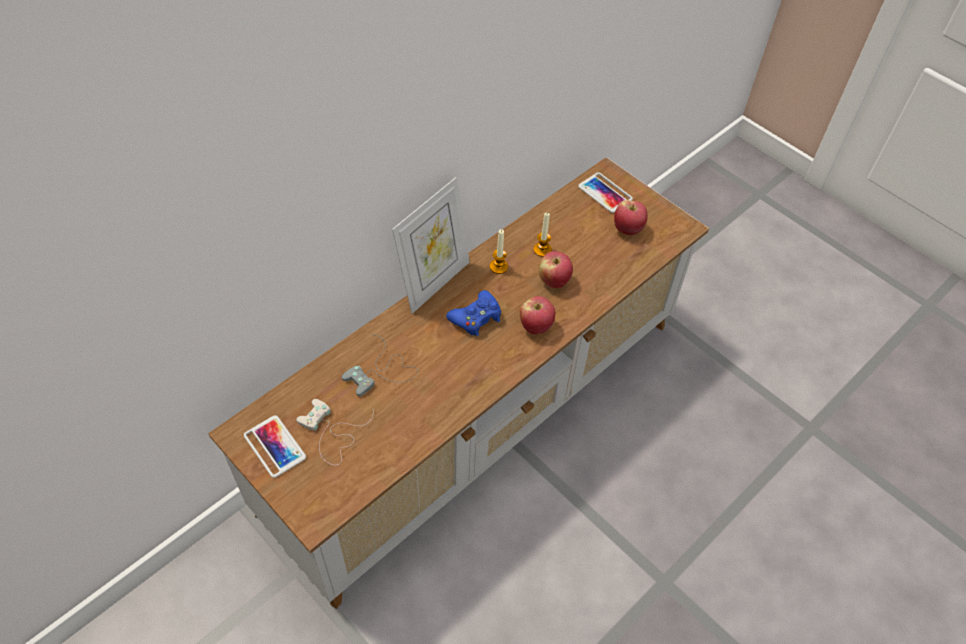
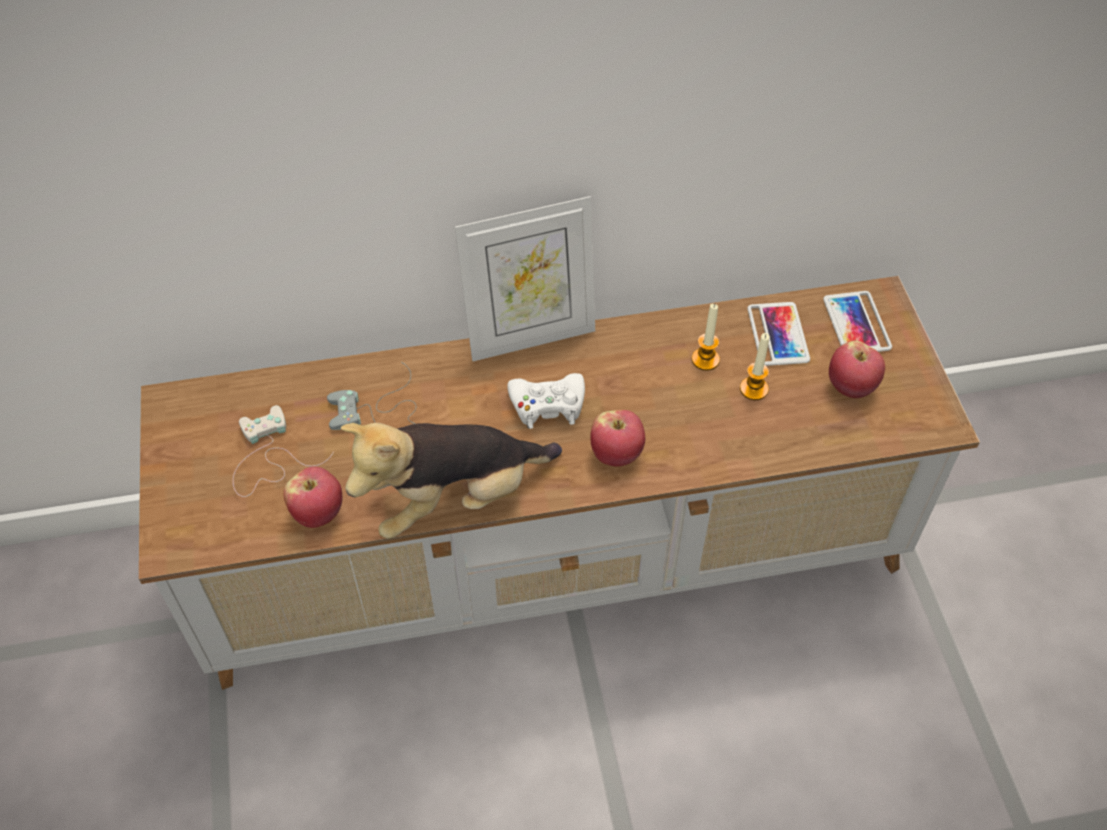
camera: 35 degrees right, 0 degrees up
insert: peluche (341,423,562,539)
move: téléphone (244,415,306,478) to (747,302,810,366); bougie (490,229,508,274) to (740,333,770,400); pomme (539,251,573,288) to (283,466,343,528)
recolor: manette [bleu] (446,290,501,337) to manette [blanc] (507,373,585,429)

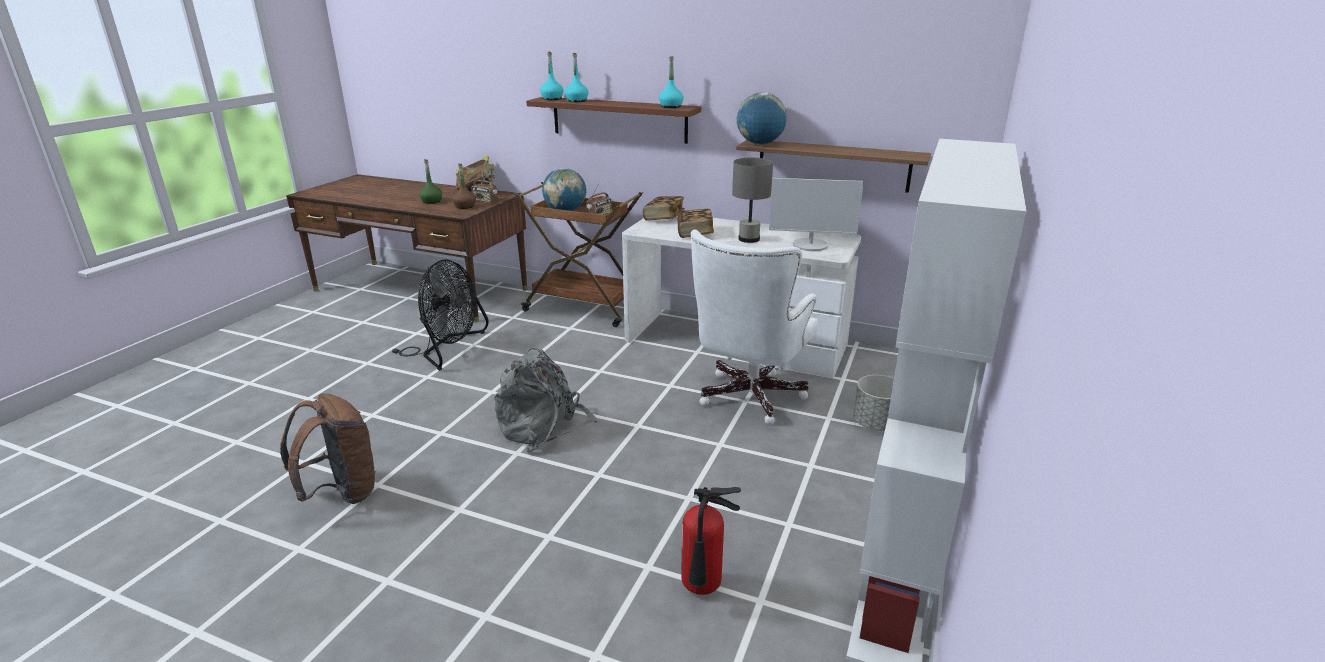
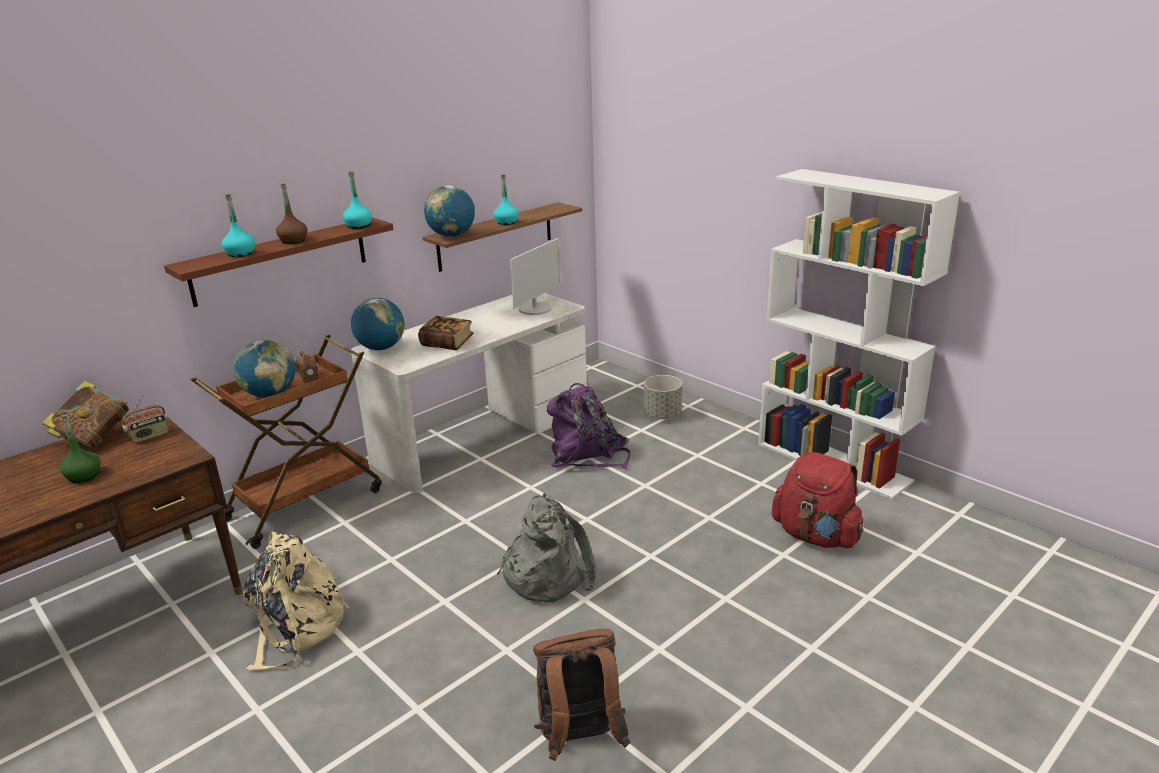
camera: 65 degrees left, 0 degrees up
delete: lampe de table [gris] (732,158,773,243)
move: bouteille [marron] (453,164,476,209) to (276,184,308,244); bouteille [turquoise] (540,52,564,100) to (493,175,519,225)
replace: ventilateur [noir] (392,260,489,371) to sac à dos [beige] (243,531,350,670); livre (643,196,685,221) to globe (351,298,404,350); extincteur (681,487,741,595) to sac à dos [rouge] (772,452,864,548); chaise de bureau [blanc] (691,229,818,425) to sac à dos [violet] (547,383,630,469)

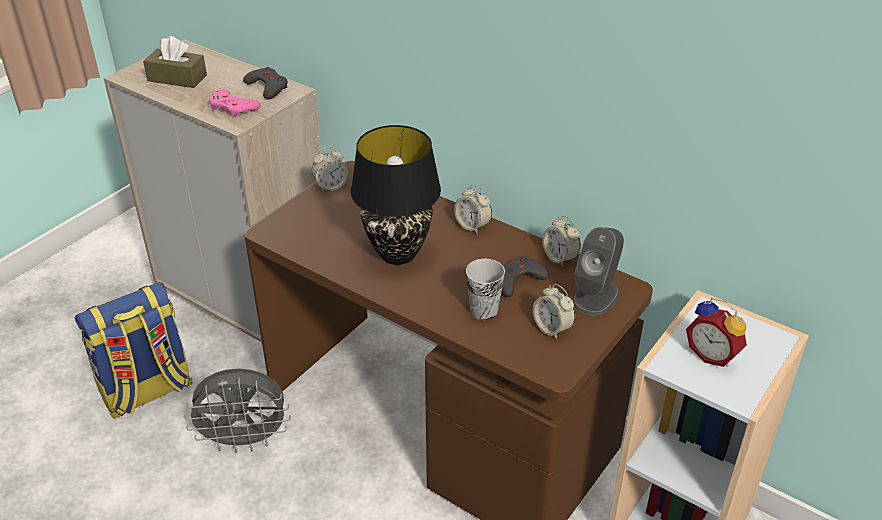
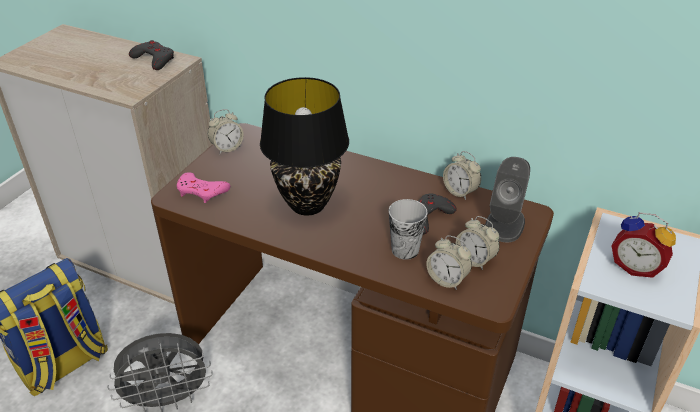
camera: 10 degrees left, 0 degrees up
delete: boîte à mouchoirs [marron] (143,36,207,88)
move: manette [rose] (209,90,261,118) to (177,172,230,203); réveil (454,185,492,234) to (426,235,472,290)

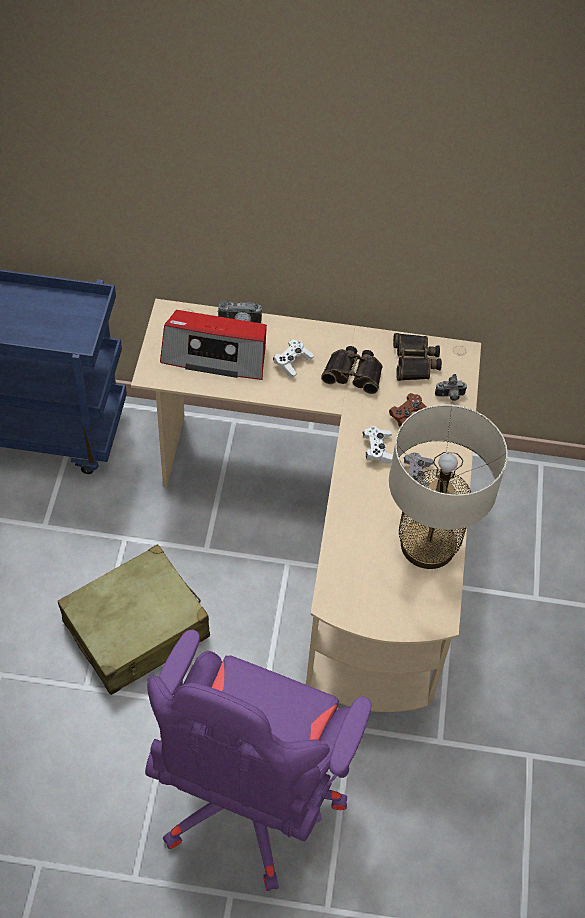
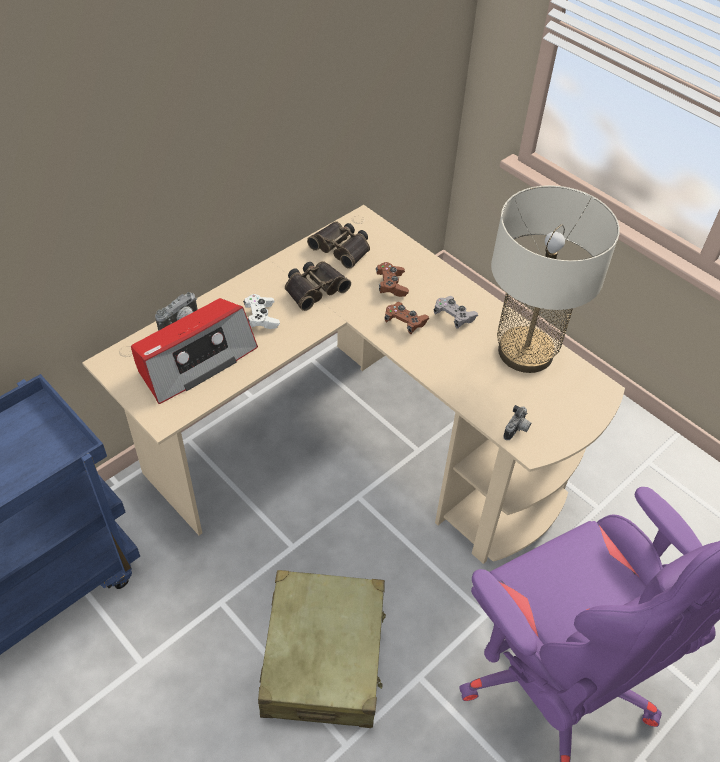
camera: 50 degrees left, 5 degrees down
move: appareil photo (435,374,467,401) to (503,405,531,440)
recolor: manette [blanc] (362,426,393,464) to manette [marron] (384,302,429,334)

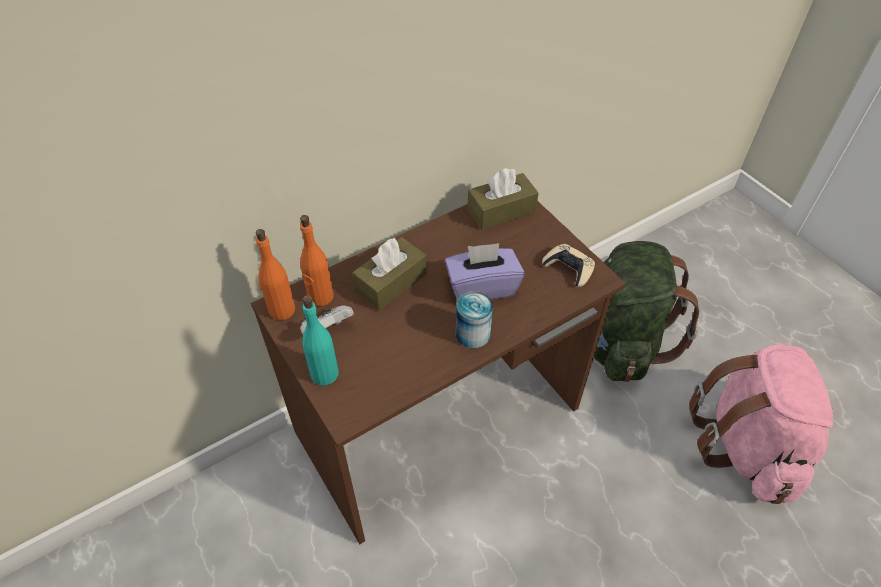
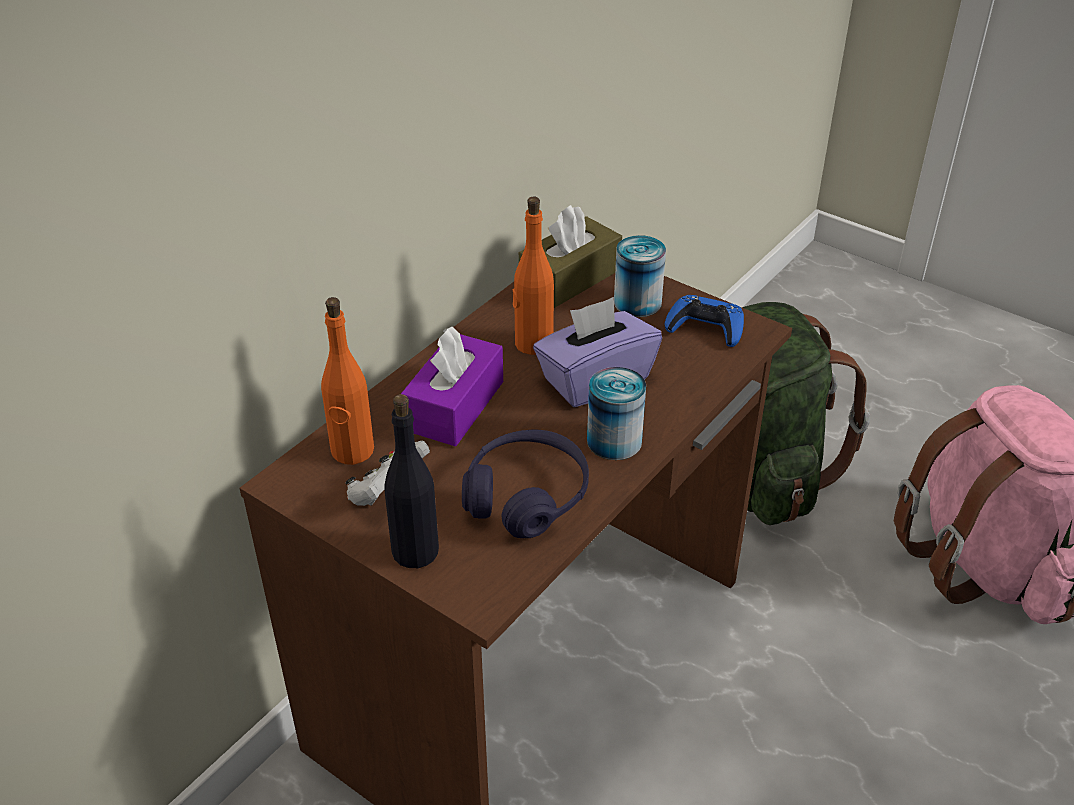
camera: 20 degrees left, 10 degrees down
insert: casque audio [violet] (462,430,589,538); boîte métallique (614,235,666,317)
move: bouteille [orange] (256,229,295,320) to (513,196,554,355)
recolor: bouteille [turquoise] (302,295,339,385) to bouteille [noir] (384,394,439,568); boîte à mouchoirs [marron] (352,237,427,311) to boîte à mouchoirs [violet] (401,327,503,447); manette [beige] (542,244,595,287) to manette [bleu] (665,295,744,347)

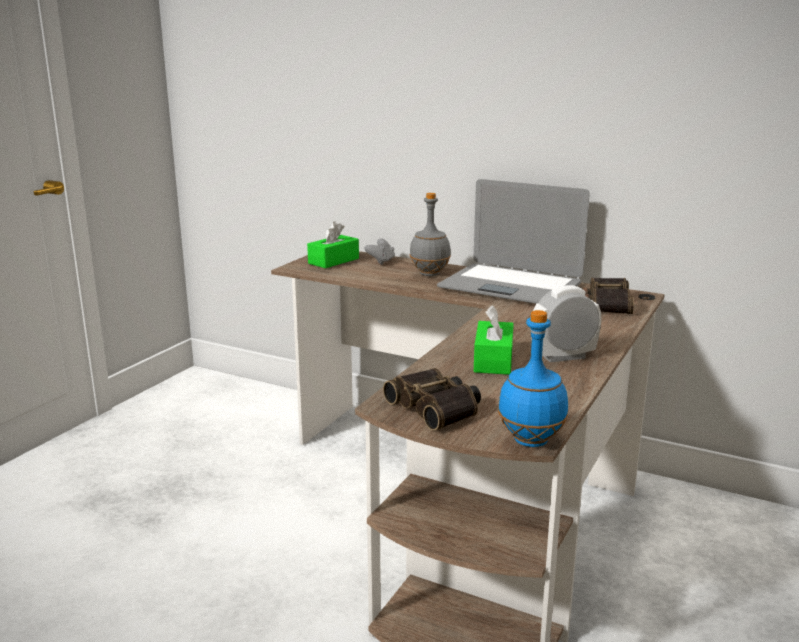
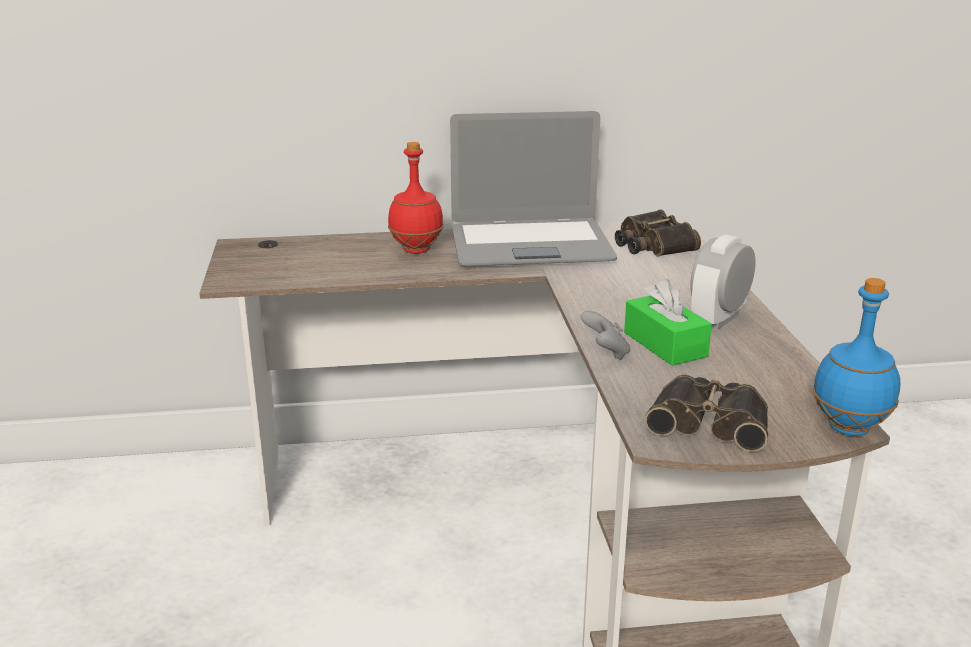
camera: 35 degrees left, 5 degrees up
delete: boîte à mouchoirs [vert] (307,221,359,268)
move: manette [gris] (365,238,395,265) to (581,311,630,360)
recolor: bouteille [gris] (410,193,451,276) to bouteille [rouge] (388,142,443,254)

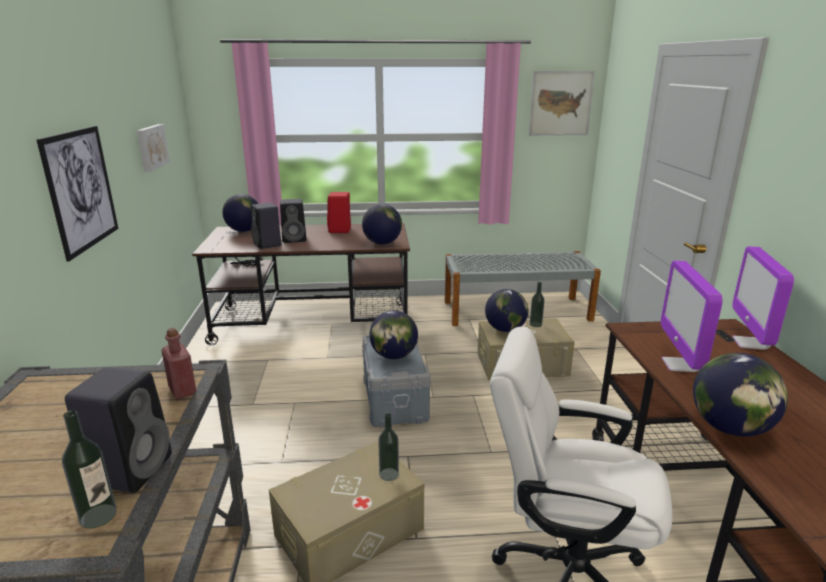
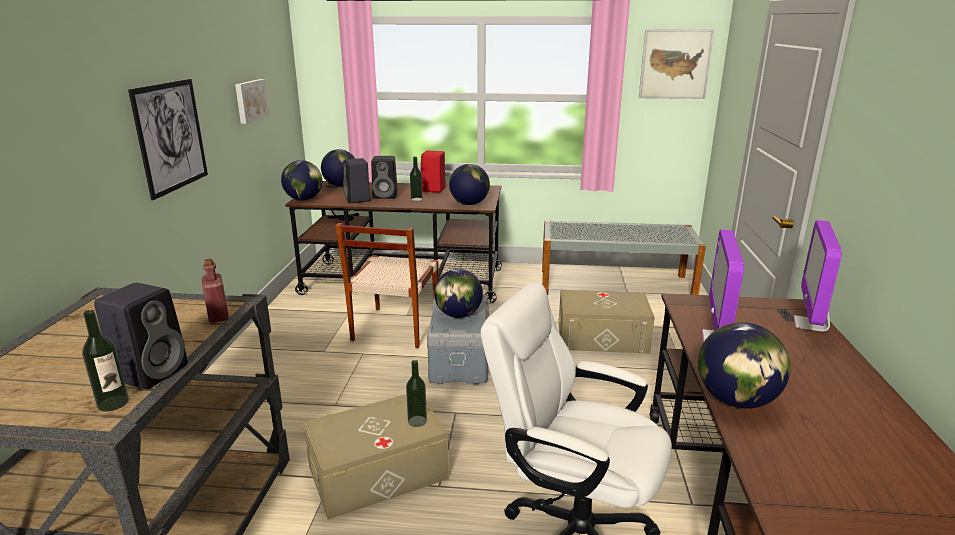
camera: 10 degrees right, 0 degrees up
insert: chaise (335,223,438,348)
move: globe (485,289,528,332) to (281,160,322,200); bouteille (530,282,545,327) to (410,157,423,201)

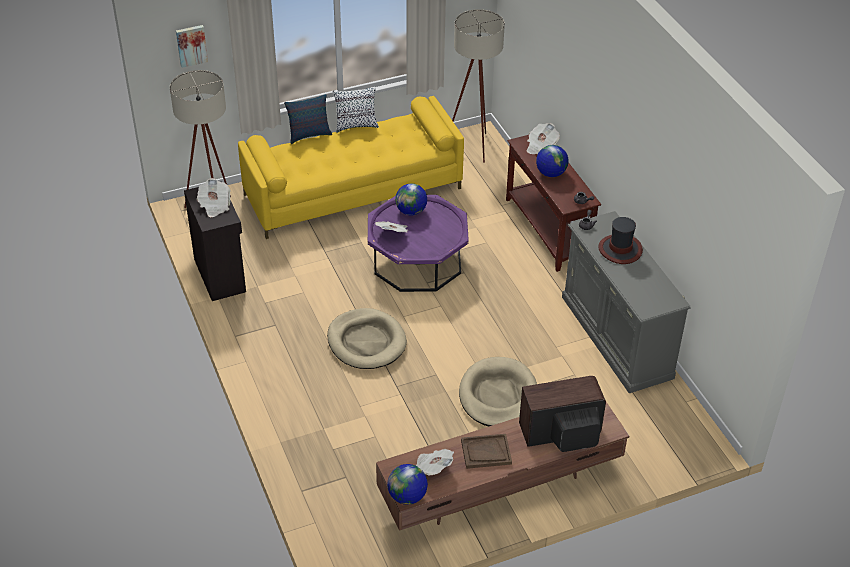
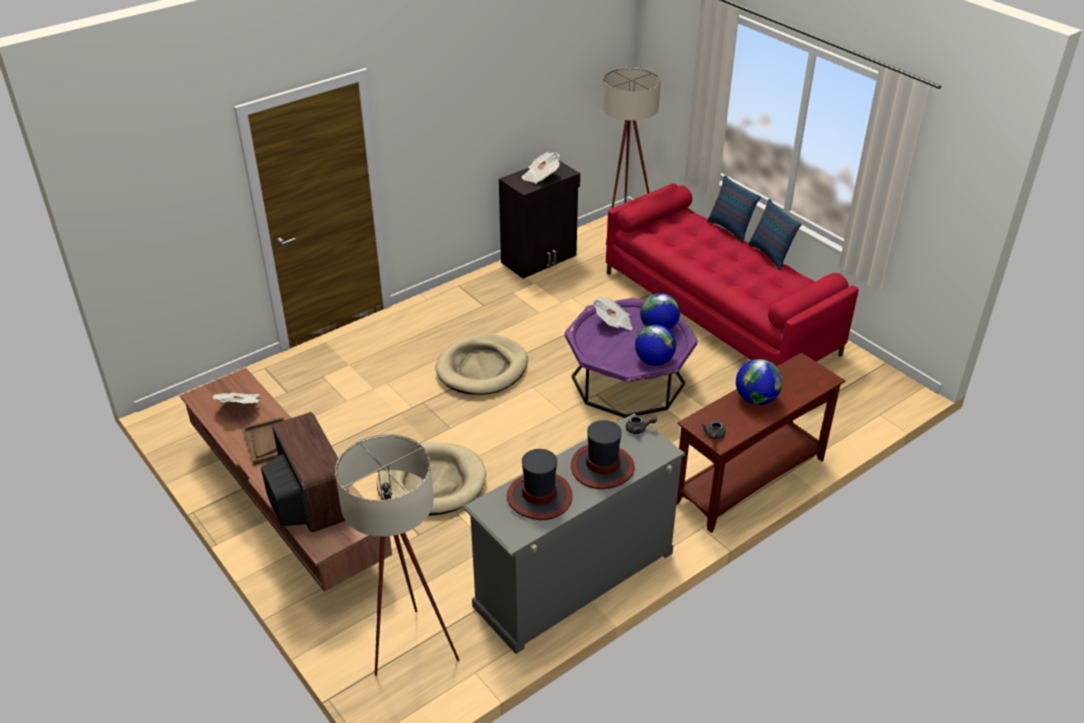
camera: 75 degrees right, 5 degrees down
delete: tableau (176,25,208,68); journal (527,123,560,154)
insert: chapeau (507,449,572,520)
move: globe (387,464,428,505) to (635,325,676,366); lampadaire [beige] (452,9,505,163) to (335,434,460,676)
recolor: canapé [jaune] (238,96,464,239) to canapé [rouge] (606,183,859,367); coussin [blanc] (333,87,379,133) to coussin [bleu] (748,199,802,270)

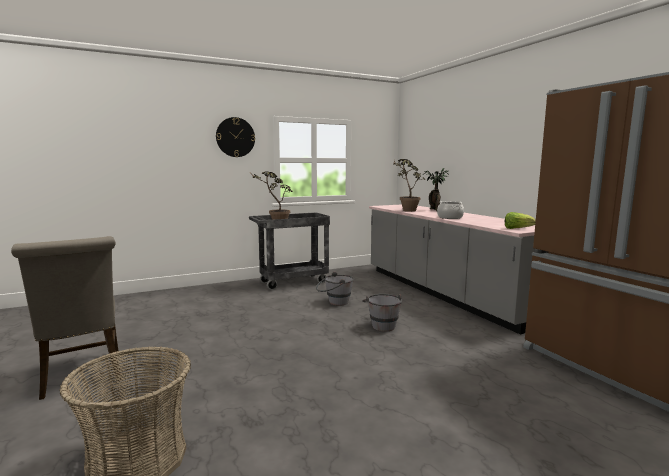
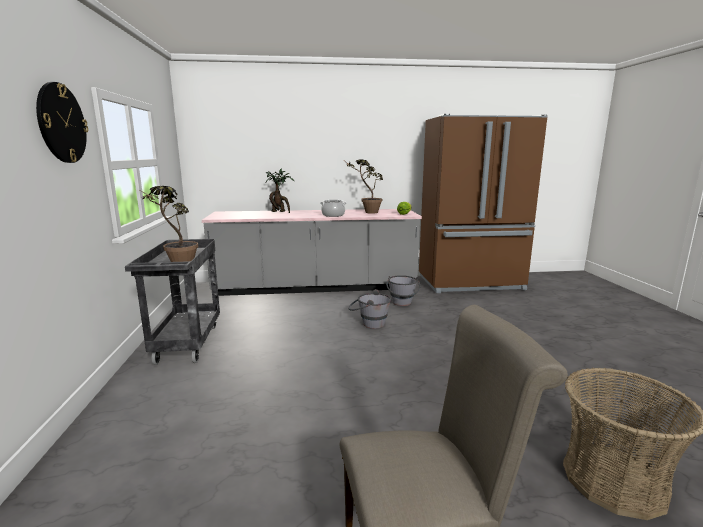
camera: 70 degrees left, 5 degrees up
move: seau [gris] (316,271,354,306) to (386,275,421,306); plante en pot (394,159,425,212) to (345,159,384,214)

